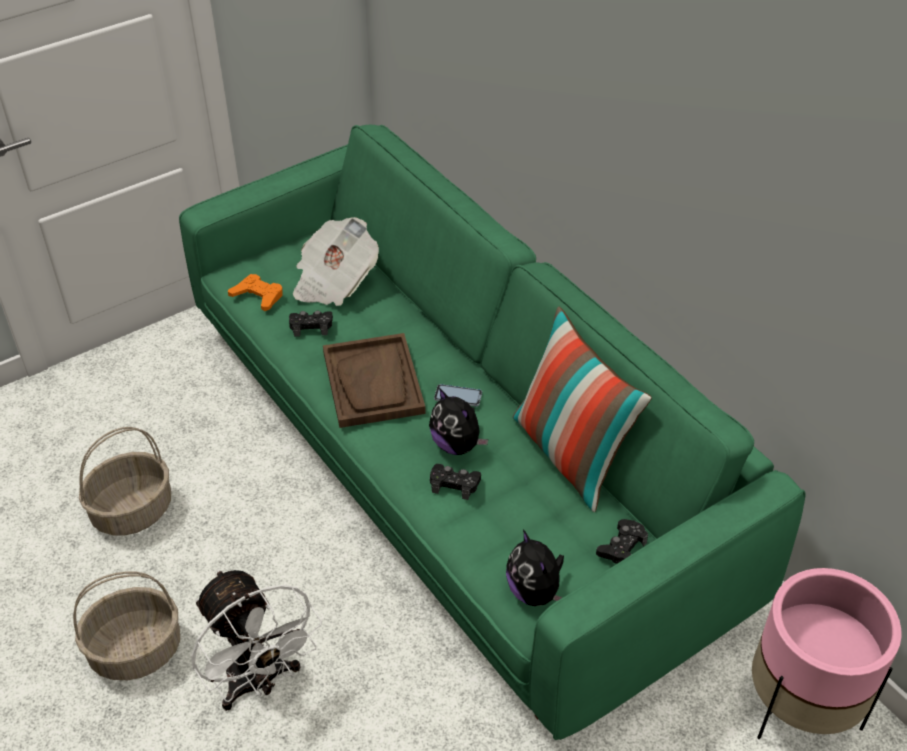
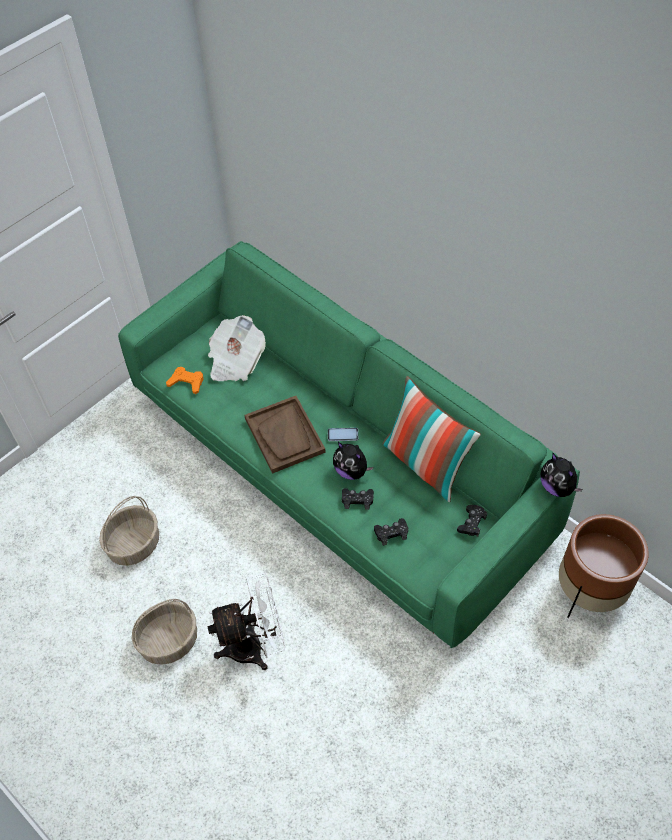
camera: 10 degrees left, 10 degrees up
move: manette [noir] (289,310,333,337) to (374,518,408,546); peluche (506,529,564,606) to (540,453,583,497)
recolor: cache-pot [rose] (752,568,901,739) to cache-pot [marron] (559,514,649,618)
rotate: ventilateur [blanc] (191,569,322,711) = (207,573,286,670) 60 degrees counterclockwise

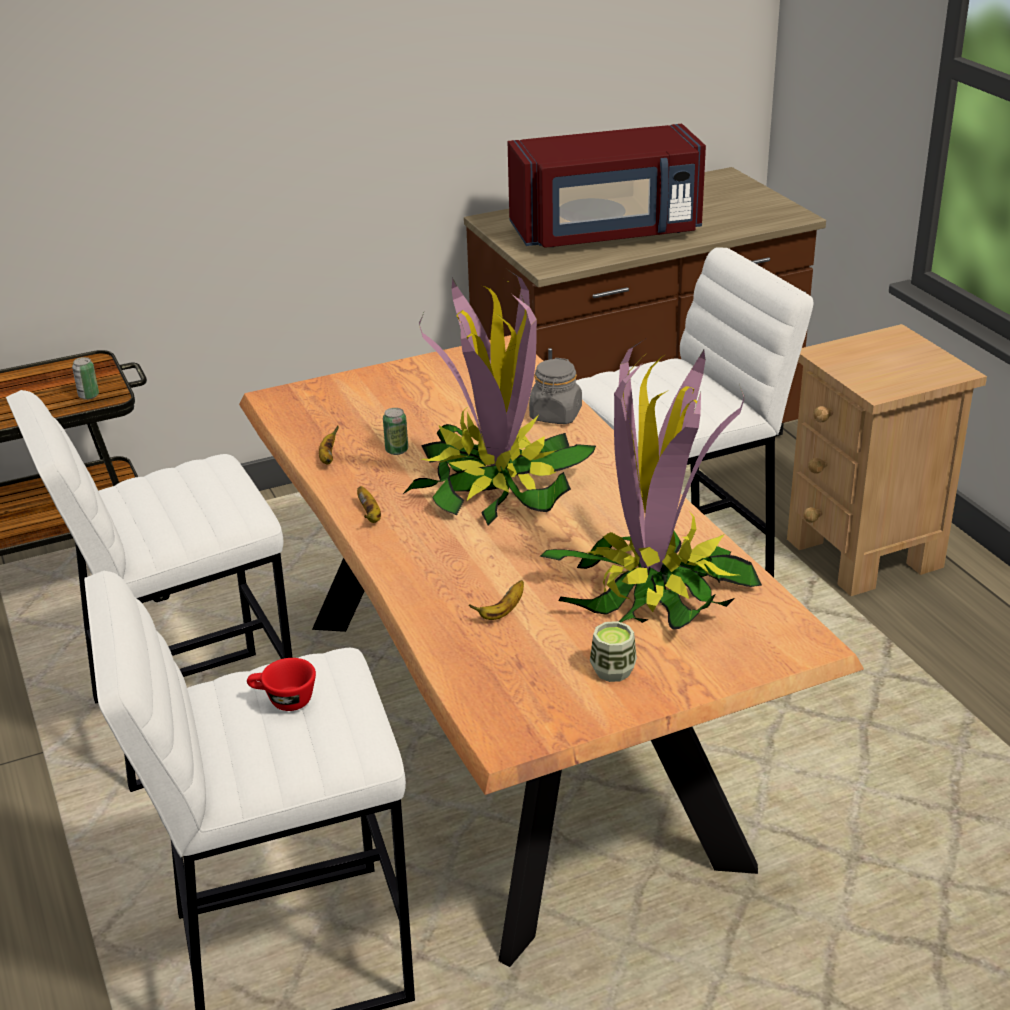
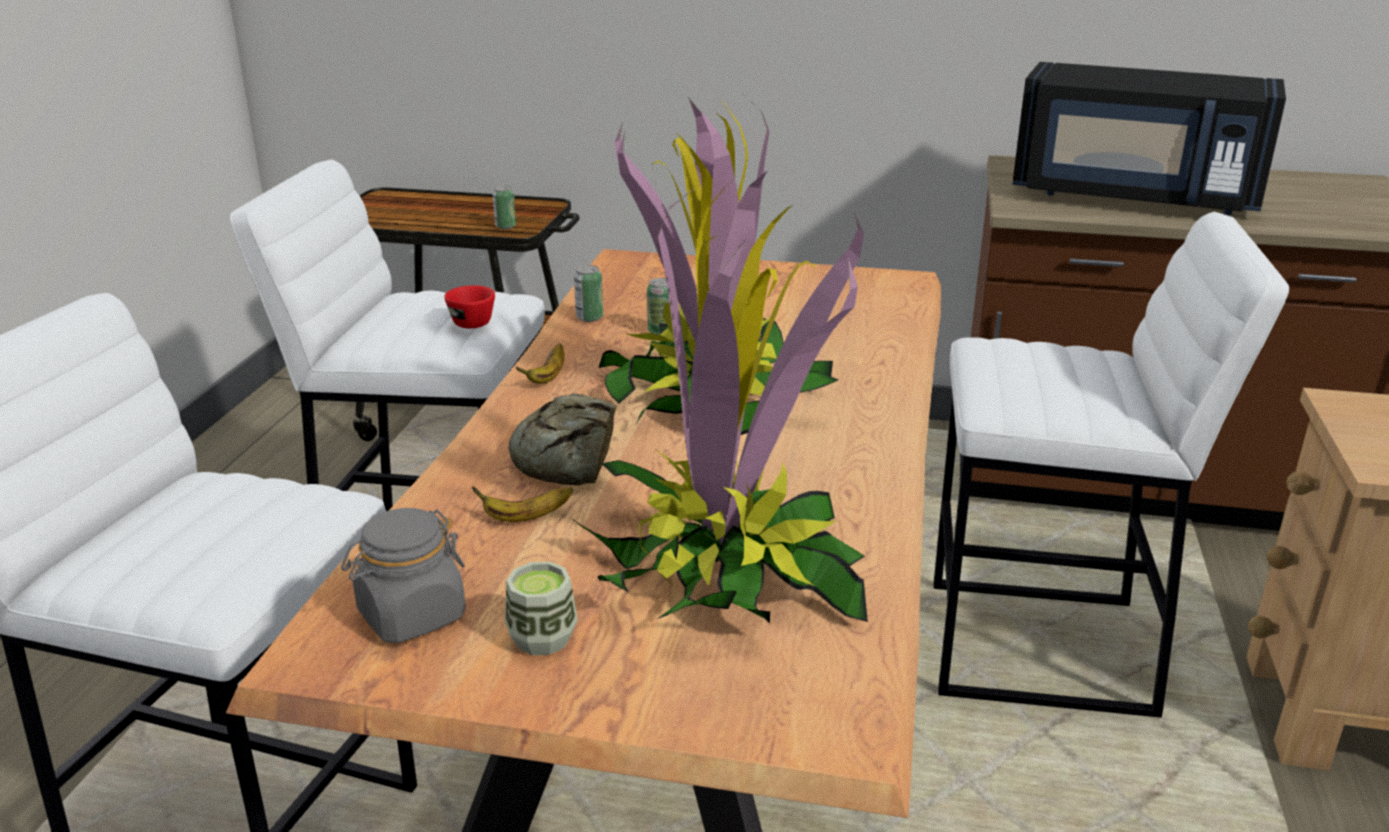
camera: 35 degrees right, 5 degrees down
insert: pain (509,393,616,486)
move: tasse [rouge] (247,658,316,711) to (444,285,495,328); bocal [gris] (529,358,582,424) to (341,508,466,643)
replace: banane (319,425,339,465) to boîte métallique (574,265,603,322)
recolor: micro-ondes [rouge] (508,124,706,248) to micro-ondes [noir] (1012,62,1286,215)

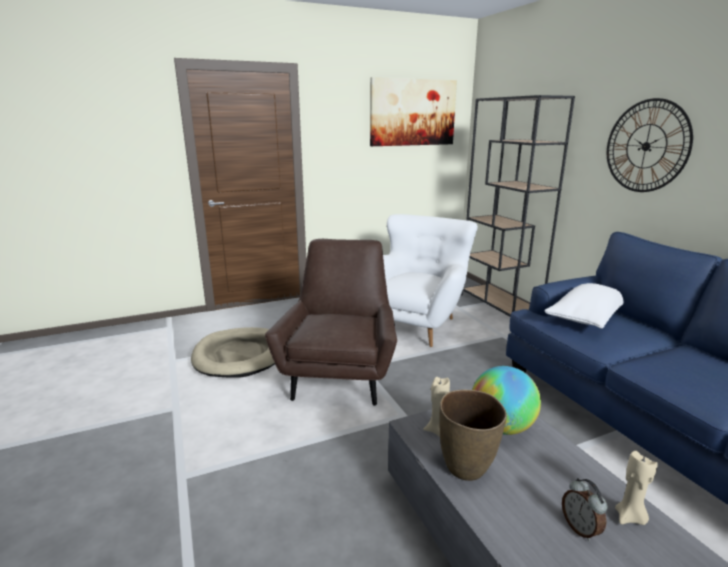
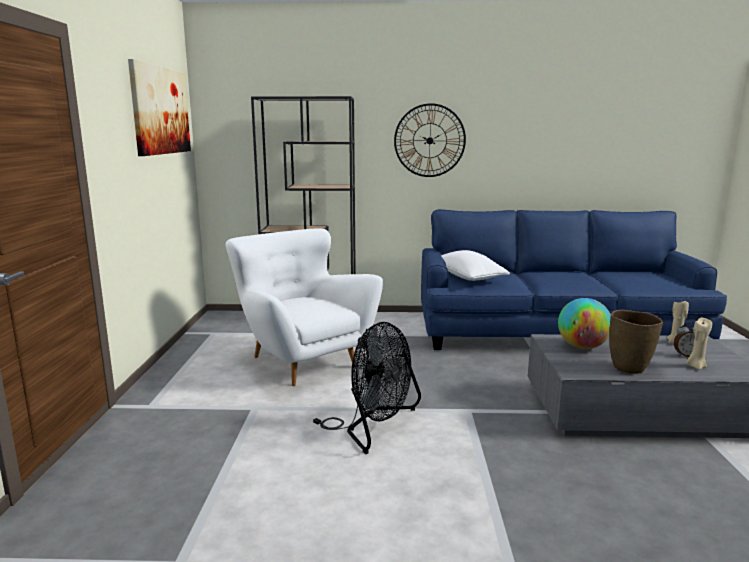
camera: 65 degrees left, 5 degrees down
delete: panier pour chien [beige] (191,327,275,377)
move: bougie [beige] (423,377,450,437) to (686,318,712,370)
replace: fauteuil [marron] (265,239,397,406) to ventilateur [noir] (313,322,421,454)

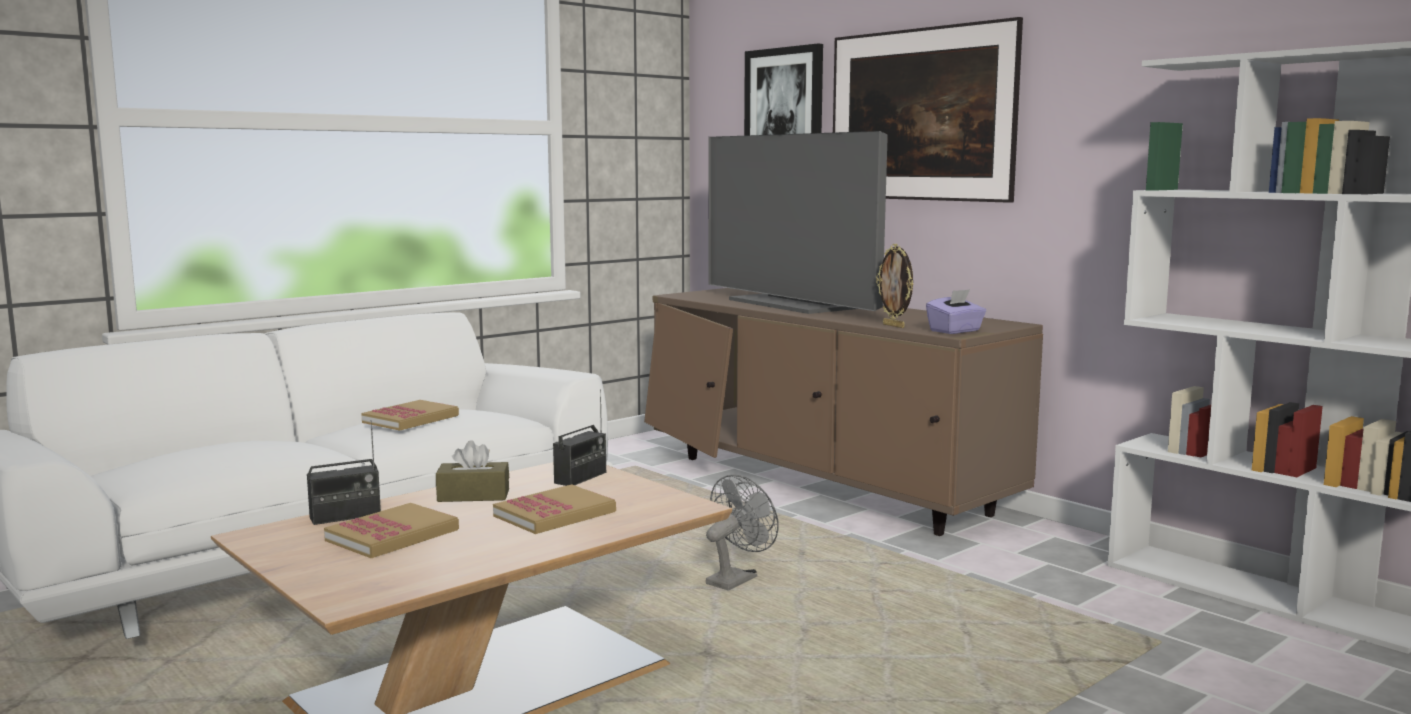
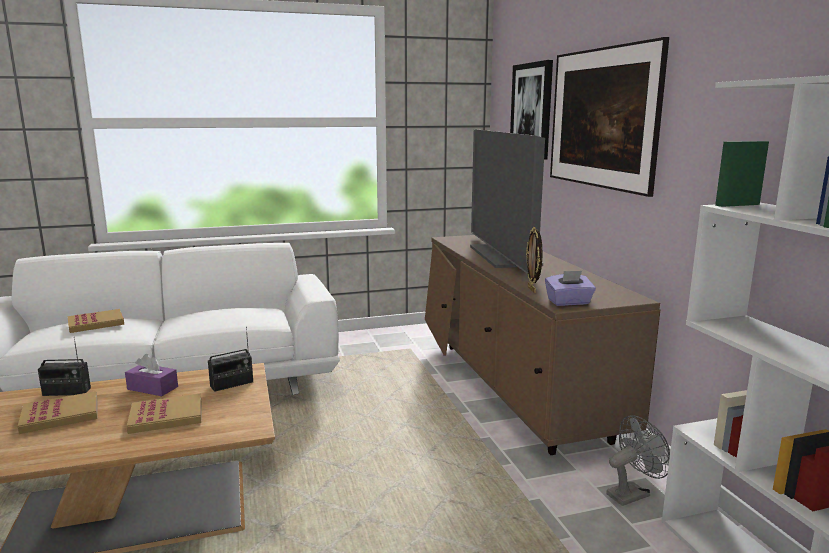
camera: 25 degrees right, 5 degrees up
move: livre (361,400,459,431) to (67,309,124,333); ventilateur [gris] (706,475,779,591) to (606,415,670,506)
recolor: boîte à mouchoirs [marron] (436,440,509,502) to boîte à mouchoirs [violet] (125,354,178,396)

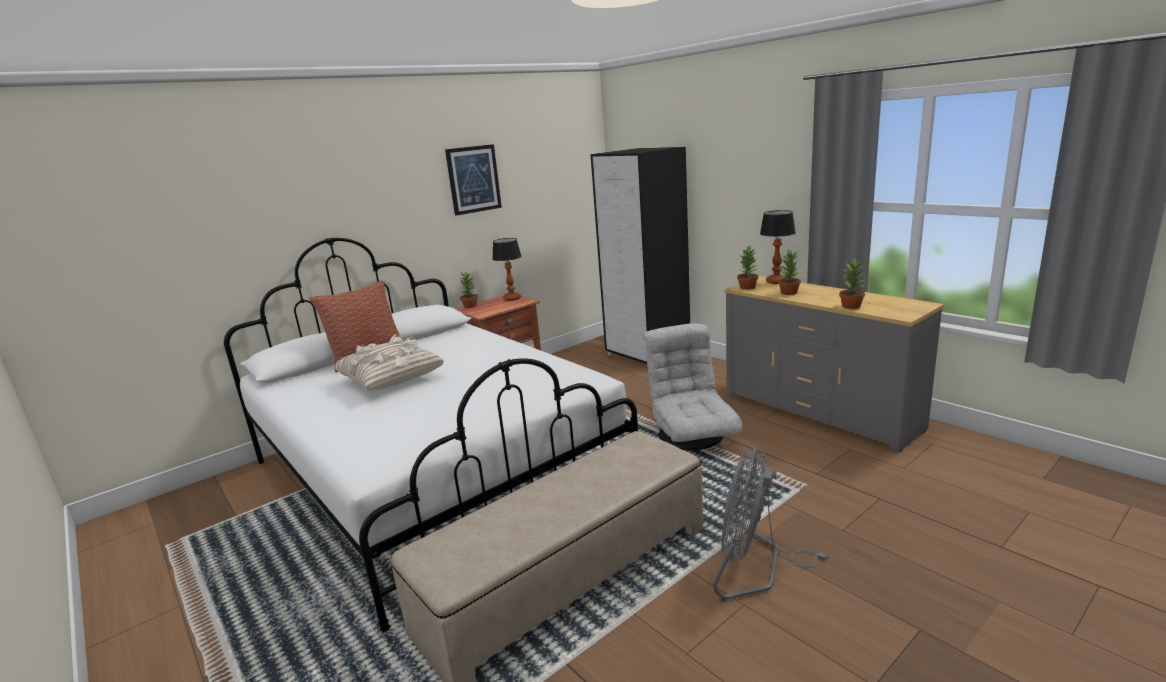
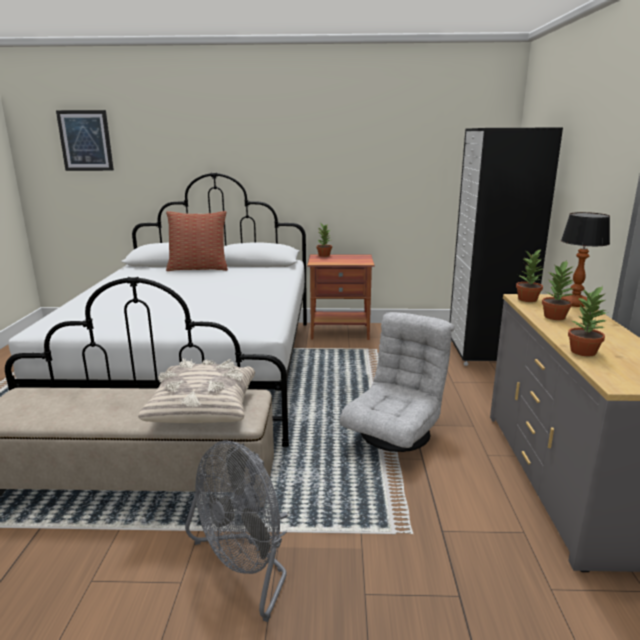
camera: 40 degrees right, 0 degrees up
delete: lampe de table (492,238,522,301)
move: coussin [beige] (334,335,444,391) to (138,359,255,423); tableau (445,144,502,216) to (56,110,114,171)
rotate: ventilateur [gris] (713,447,829,602) = (185,440,289,622) 105 degrees counterclockwise

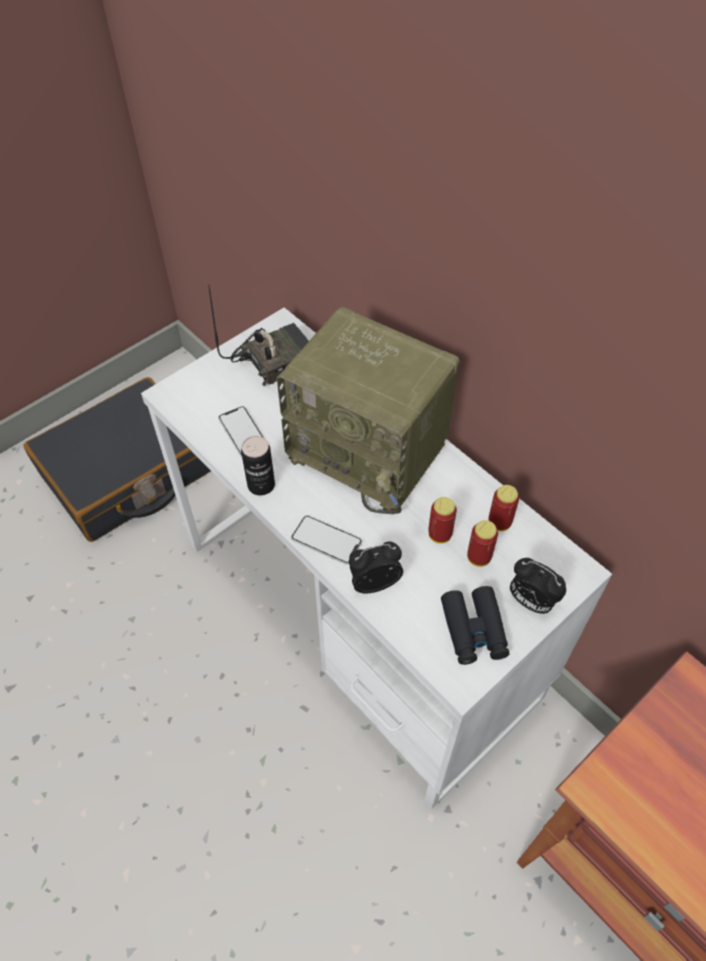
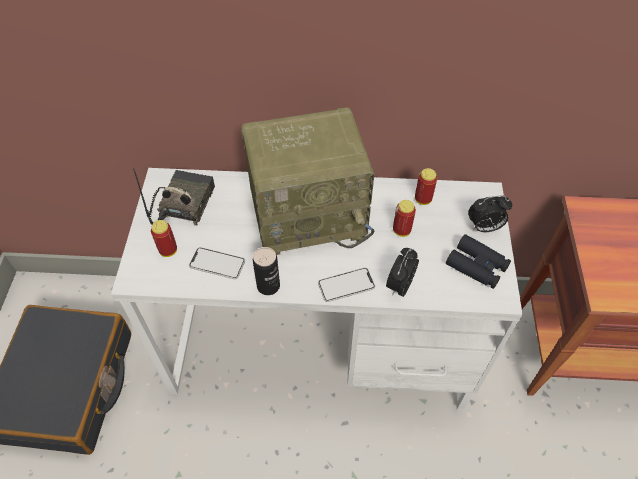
camera: 45 degrees left, 0 degrees up
move: boîte métallique (467,520,498,567) to (151,220,177,257)

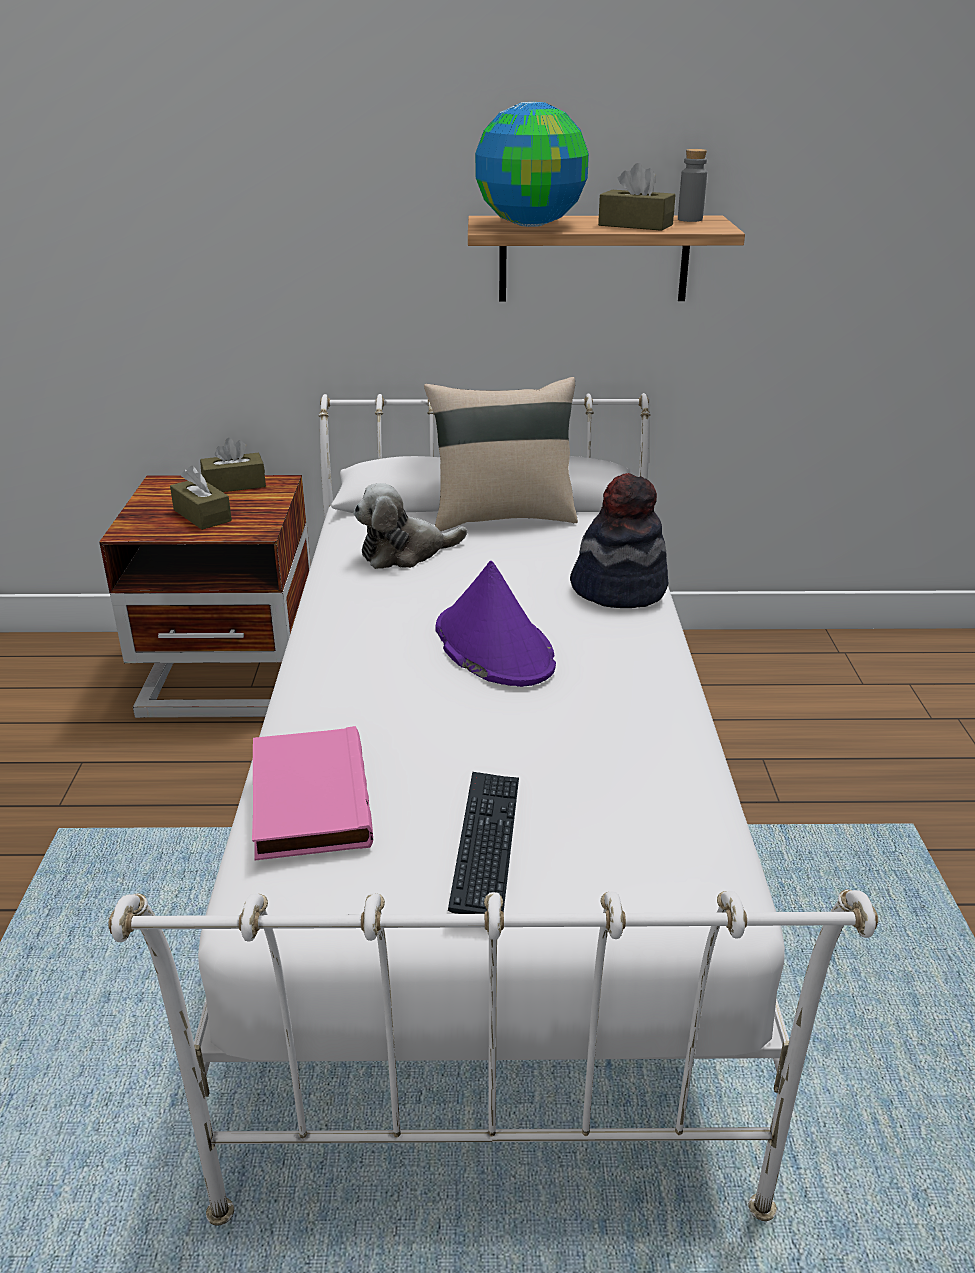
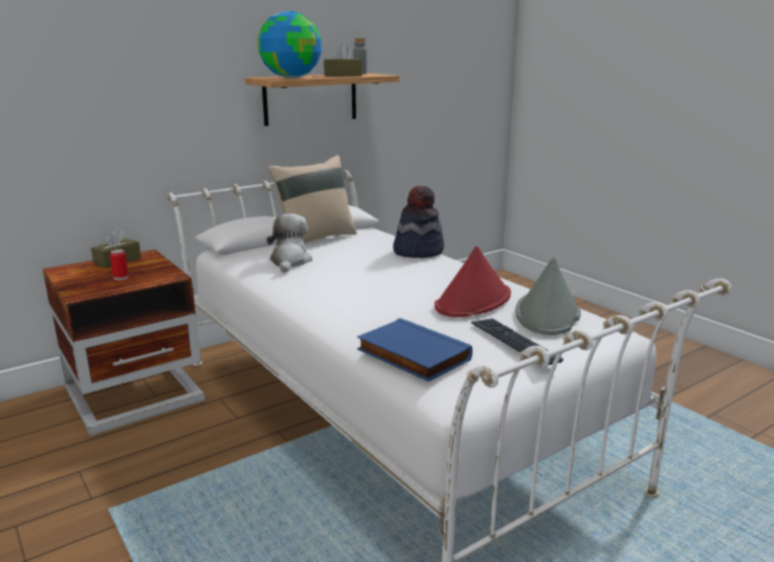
camera: 35 degrees left, 10 degrees down
delete: chapeau [violet] (435,561,556,687)
insert: chapeau [rouge] (434,246,511,317); chapeau [gris] (516,257,581,335)
replace: boîte à mouchoirs [marron] (170,466,232,530) to boîte métallique (110,249,128,280)
recolor: livre [rose] (252,726,373,860) to livre [bleu] (357,318,473,382)
rotate: peluche (353,483,467,569) = (267,214,313,273) 150 degrees clockwise

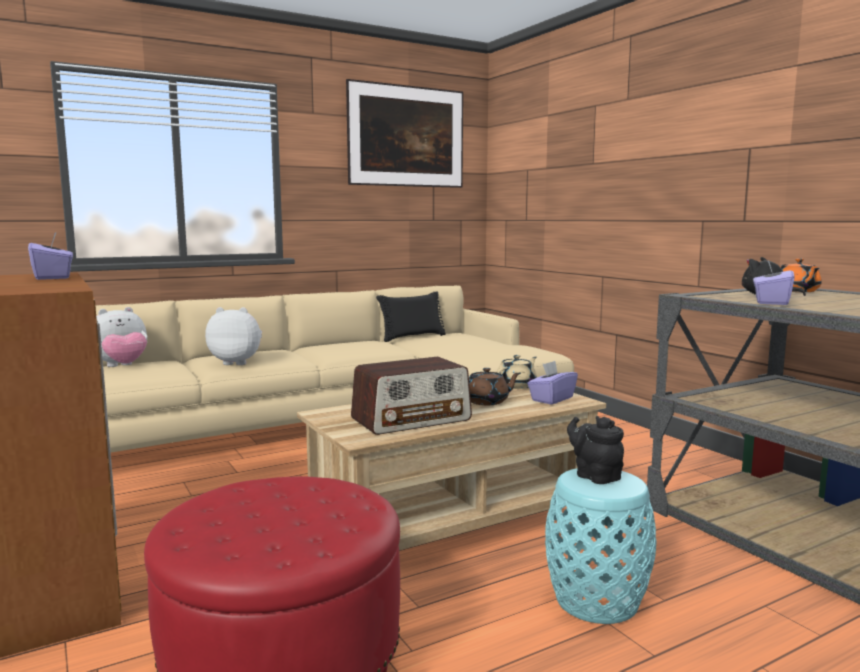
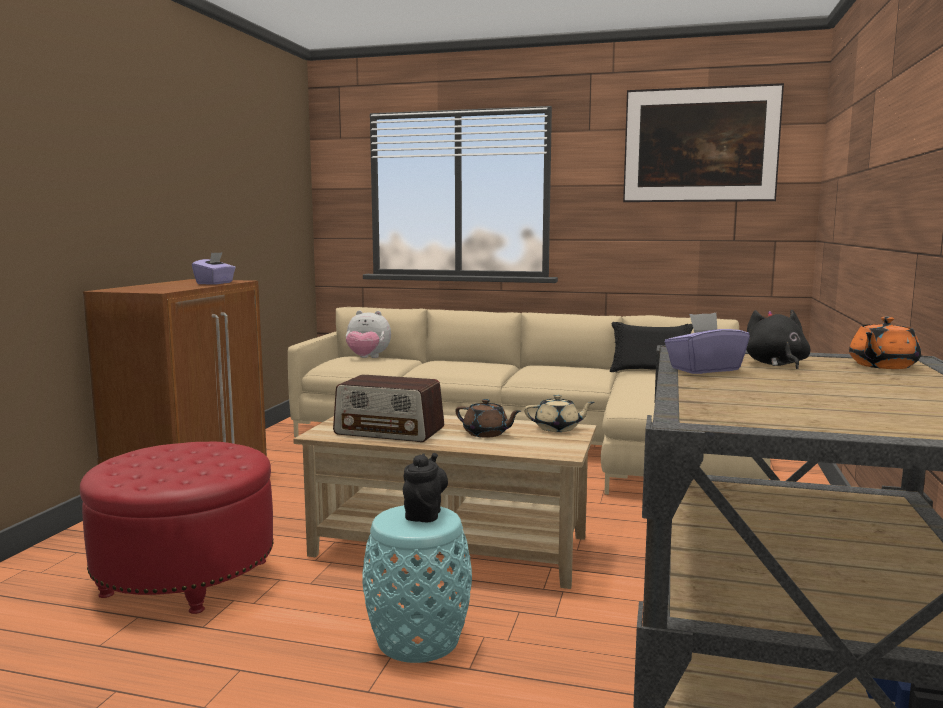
camera: 45 degrees right, 0 degrees up
delete: peluche (205,307,262,365); boîte à mouchoirs [violet] (527,361,578,405)

